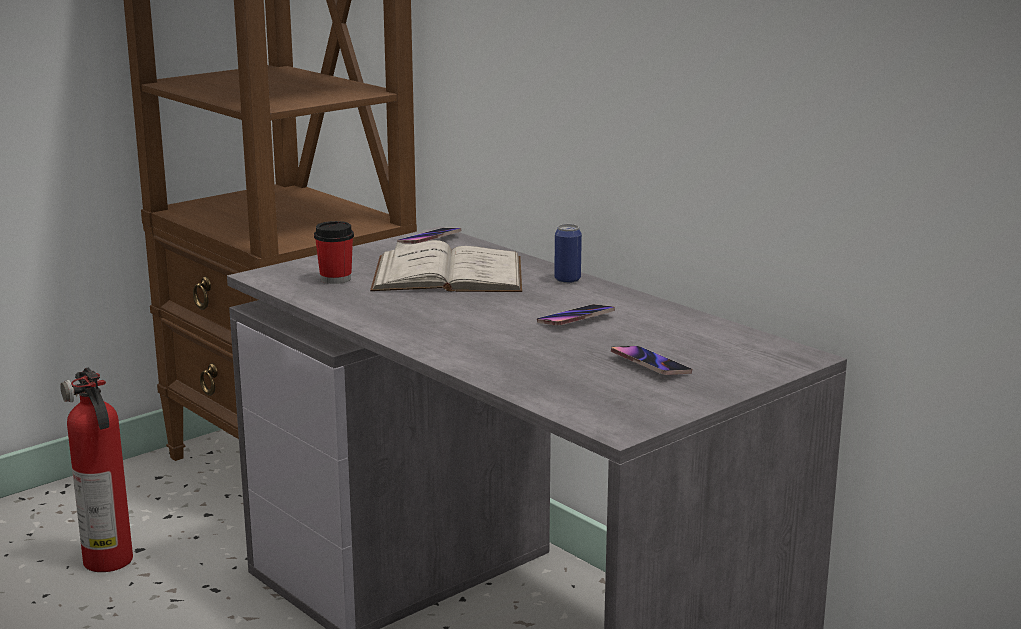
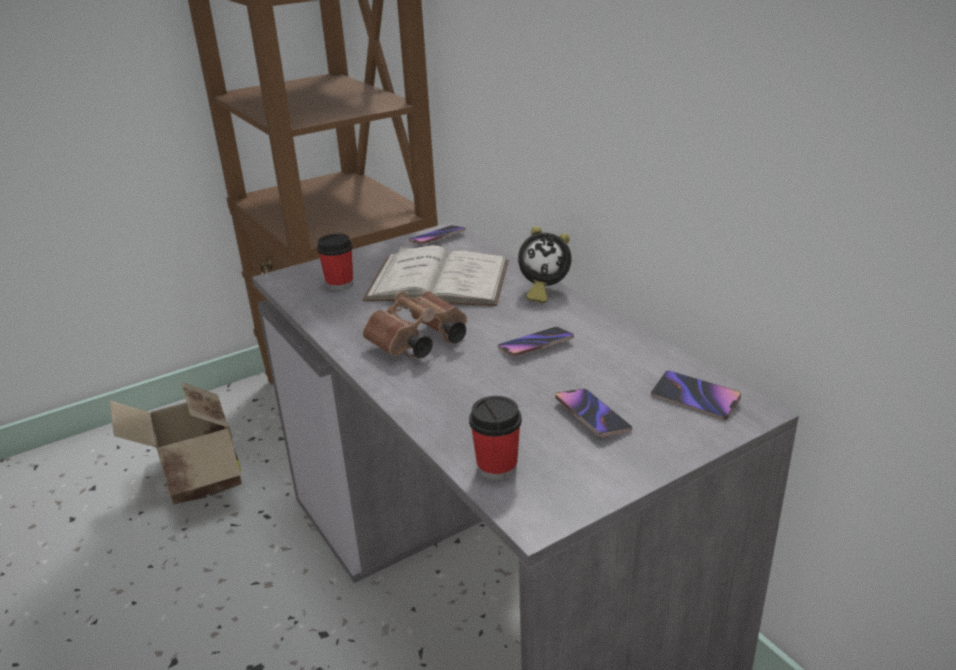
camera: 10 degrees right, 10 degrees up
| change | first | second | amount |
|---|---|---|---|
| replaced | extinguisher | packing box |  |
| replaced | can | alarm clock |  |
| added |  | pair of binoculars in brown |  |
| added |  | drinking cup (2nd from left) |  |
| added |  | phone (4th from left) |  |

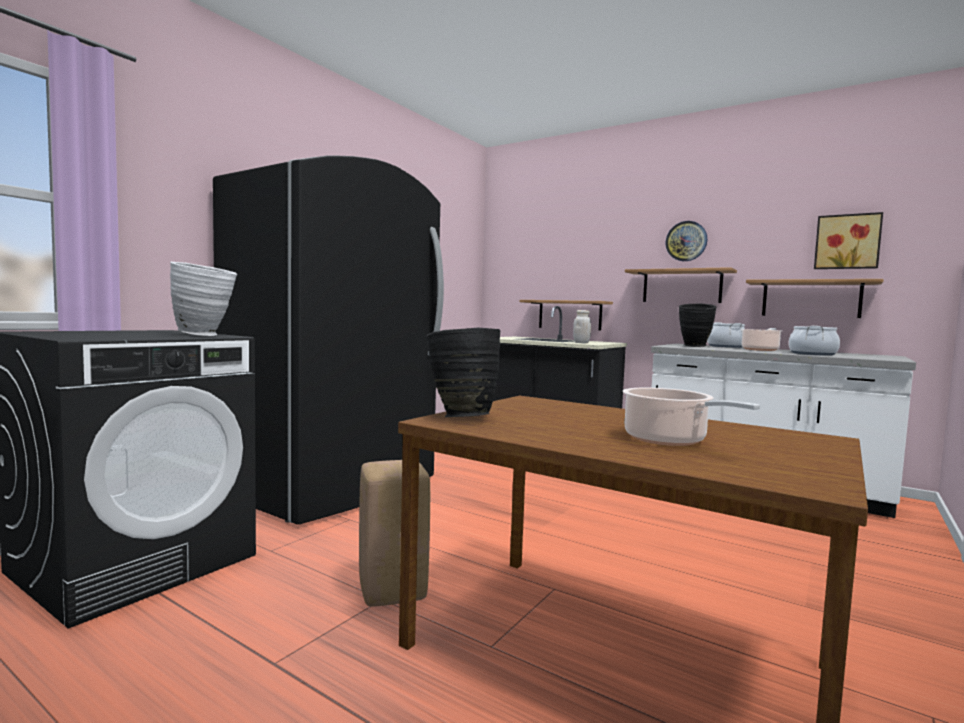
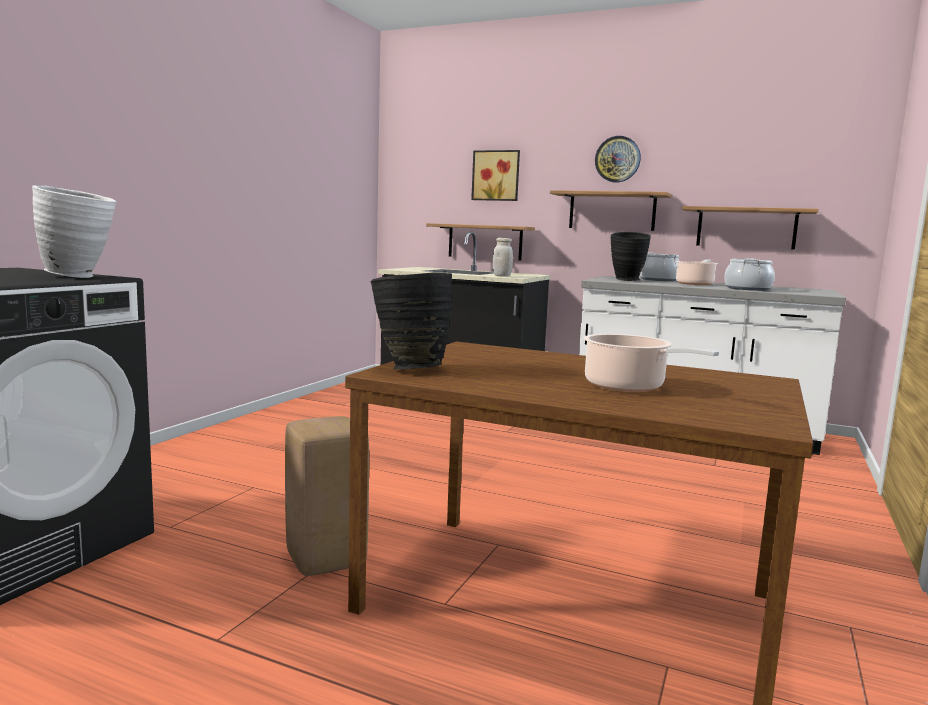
camera: 10 degrees left, 5 degrees up
| change | first | second | amount |
|---|---|---|---|
| removed | kitchen fridge in black |  |  |
| moved | picture |  |  |

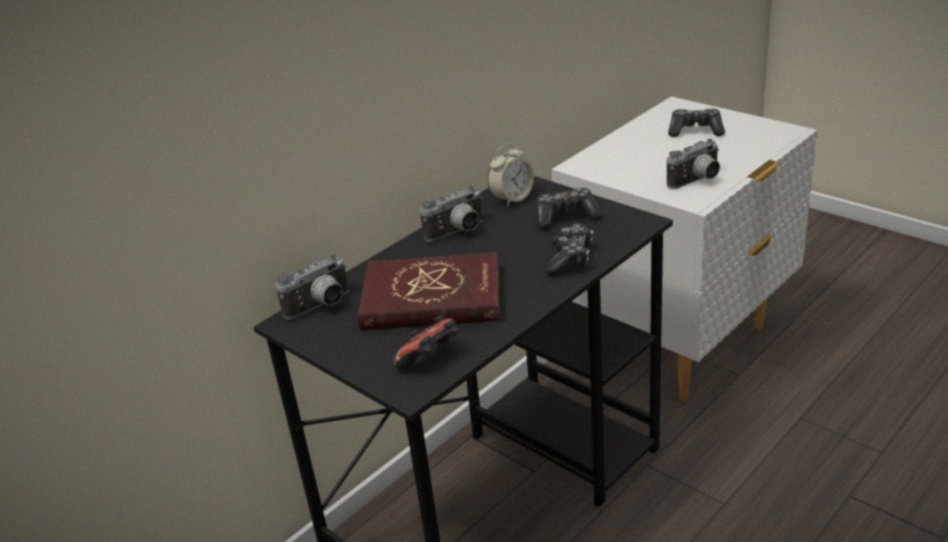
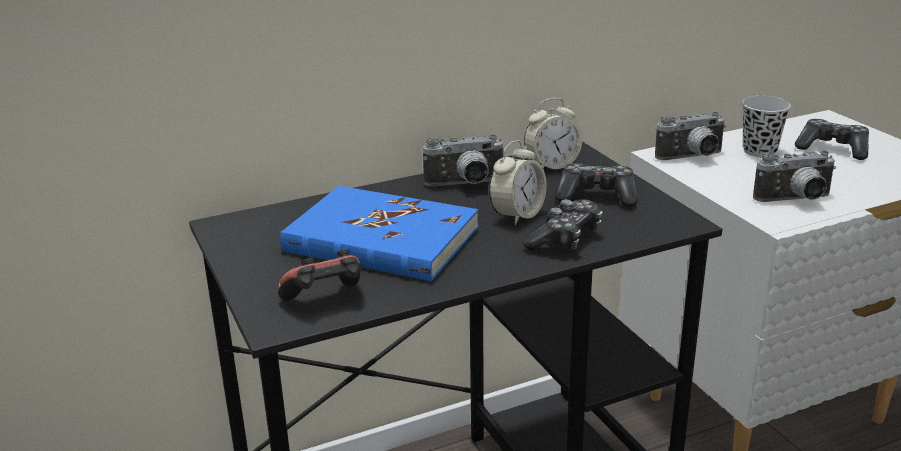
camera: 20 degrees right, 5 degrees down
| change | first | second | amount |
|---|---|---|---|
| moved | still camera (1st from left in the first image) | still camera (2nd from left) |  |
| recoloured | volume in reddish | volume in blue |  |
| added |  | alarm clock (1st from left) |  |
| added |  | drinking cup in black |  |

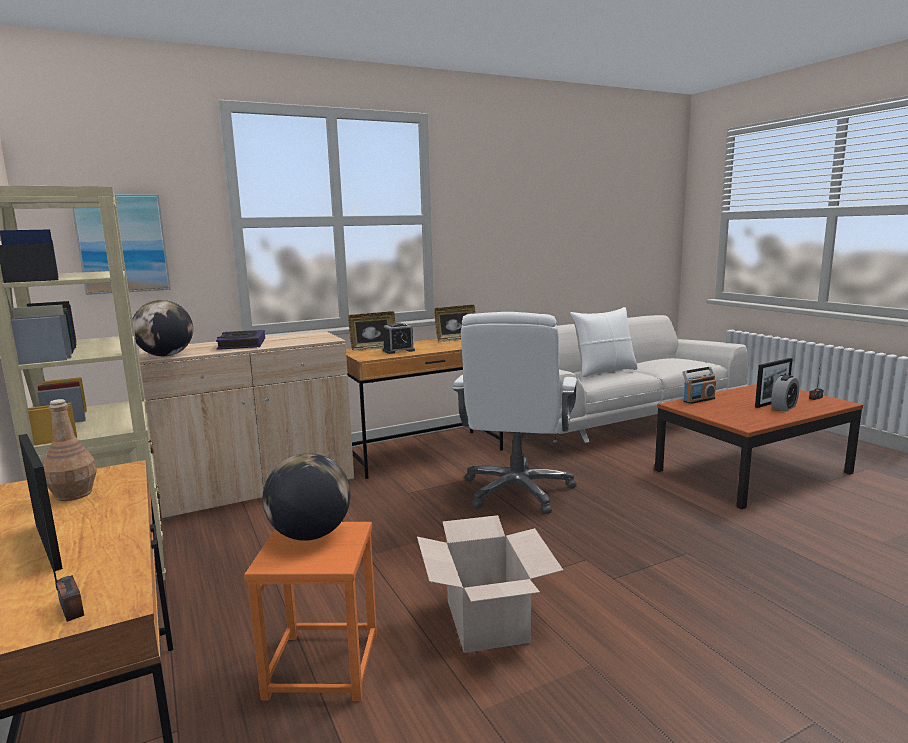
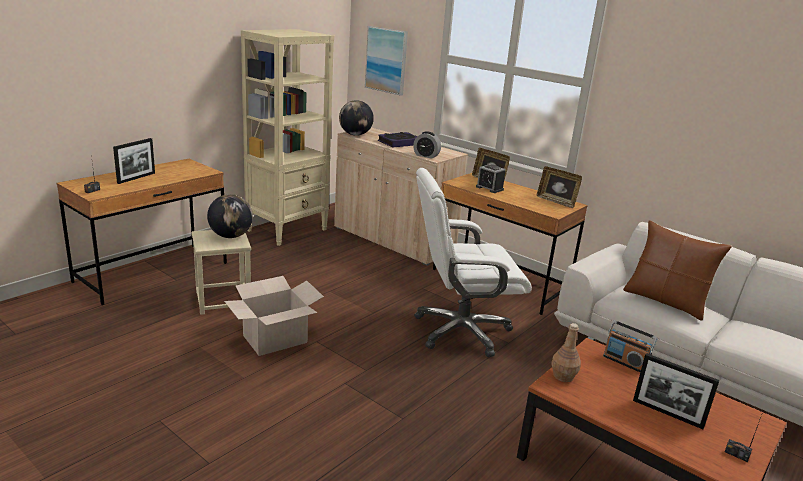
camera: 65 degrees right, 10 degrees up
| change | first | second | amount |
|---|---|---|---|
| moved | drink bottle in brown |  |  |
| recoloured | stool seat in orange-coloured | stool seat in sand-coloured |  |
| recoloured | cushion in white | cushion in brown |  |
| moved | alarm clock (2nd from left in the first image) | alarm clock (1st from left) |  |

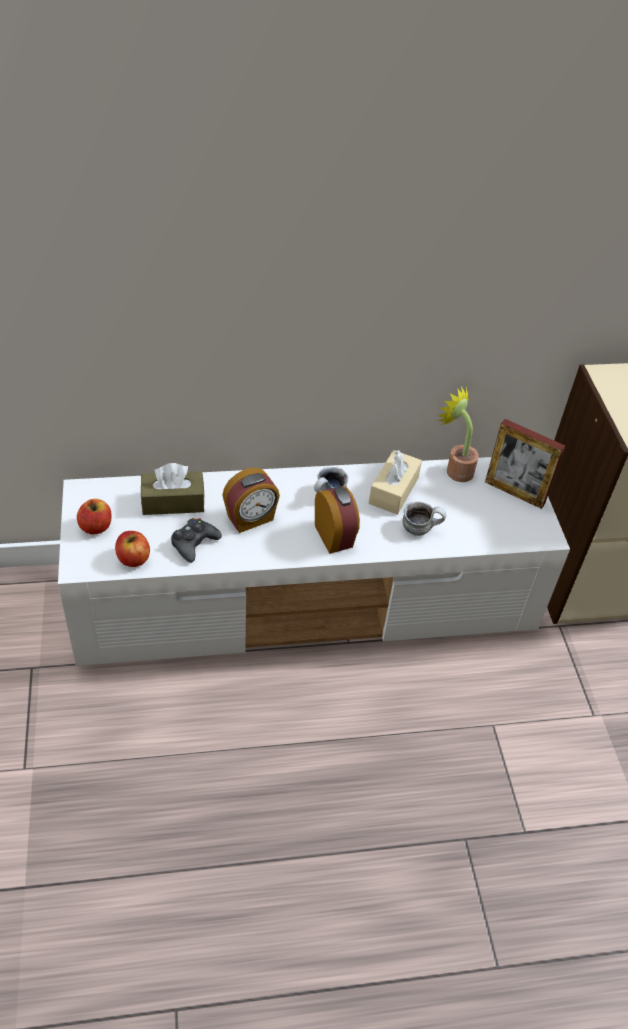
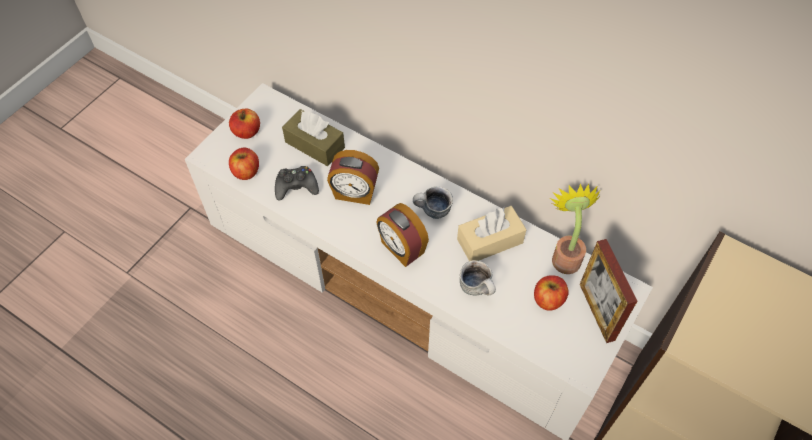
camera: 45 degrees right, 10 degrees up
| change | first | second | amount |
|---|---|---|---|
| turned | alarm clock (2nd from left) |  | 120 degrees clockwise |
| added |  | apple (3rd from left) |  |

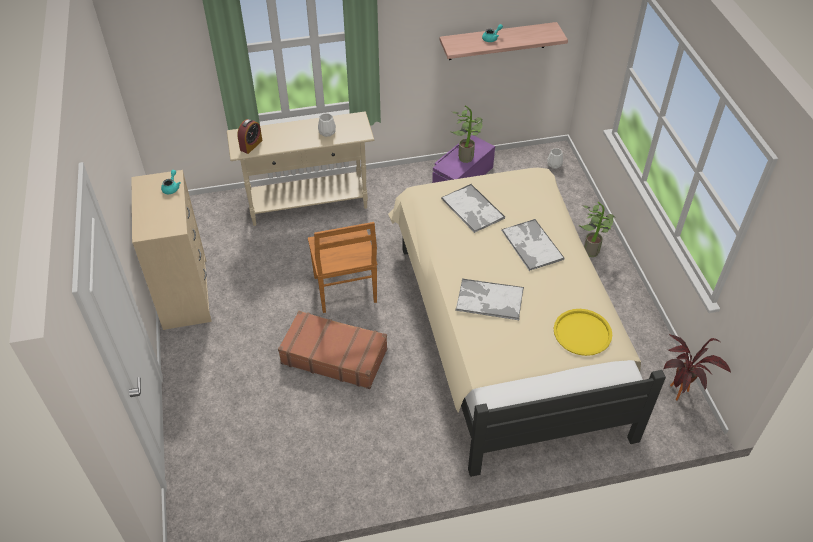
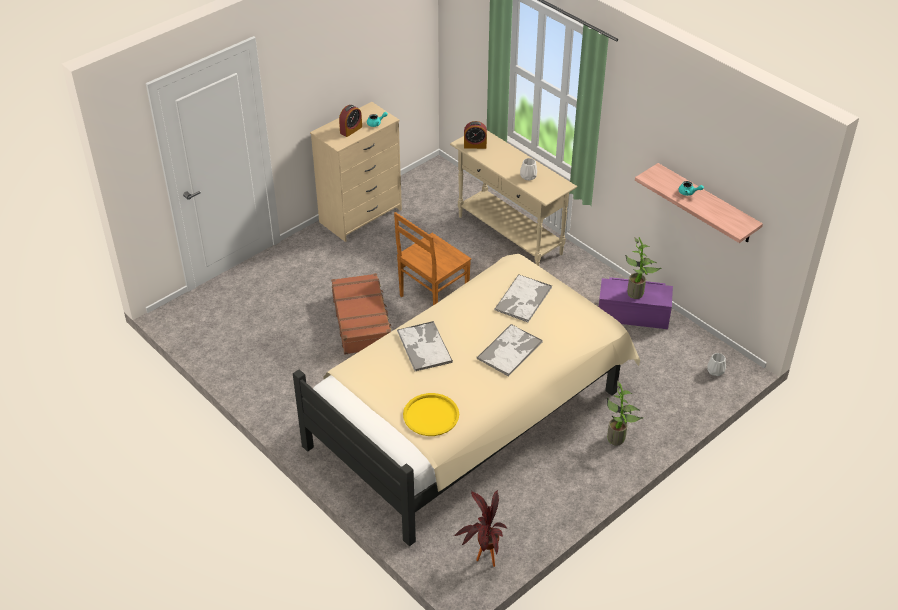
camera: 60 degrees right, 5 degrees down
| change | first | second | amount |
|---|---|---|---|
| added |  | alarm clock (1st from left) |  |

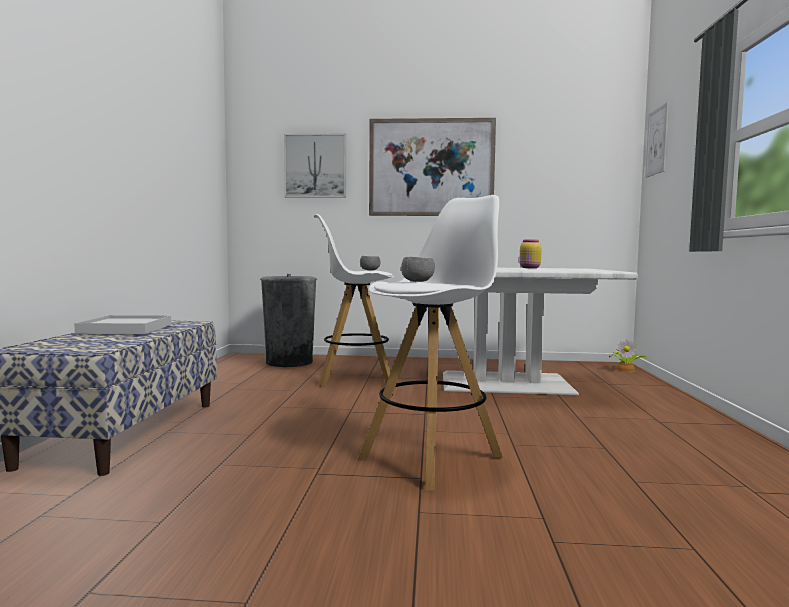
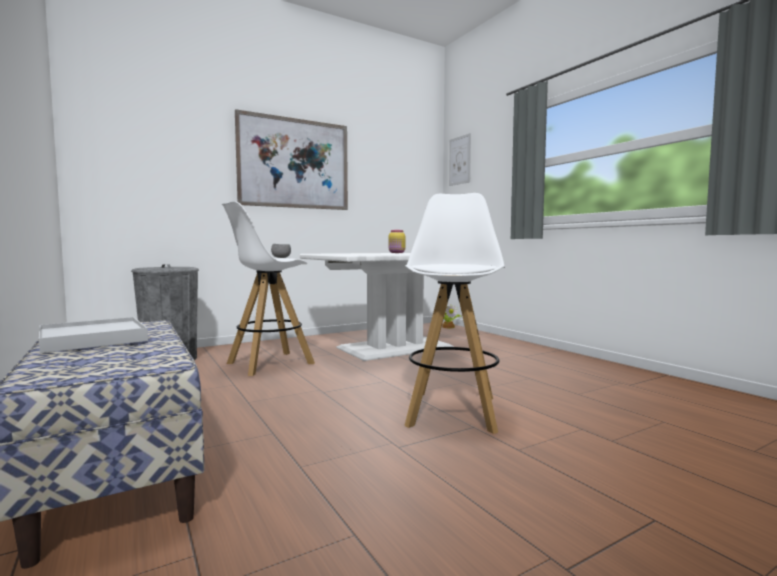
camera: 35 degrees left, 0 degrees up
| change | first | second | amount |
|---|---|---|---|
| removed | picture (1st from left) |  |  |
| removed | bowl in gray (2nd from left) |  |  |

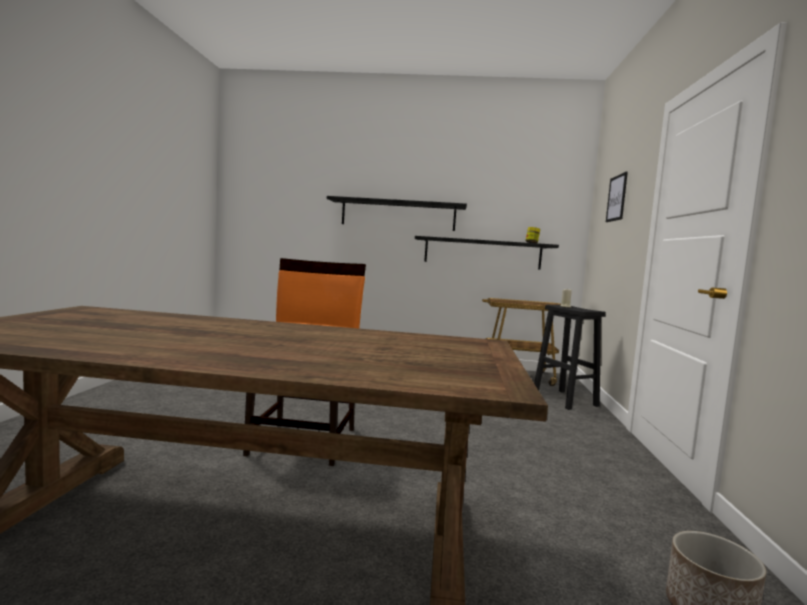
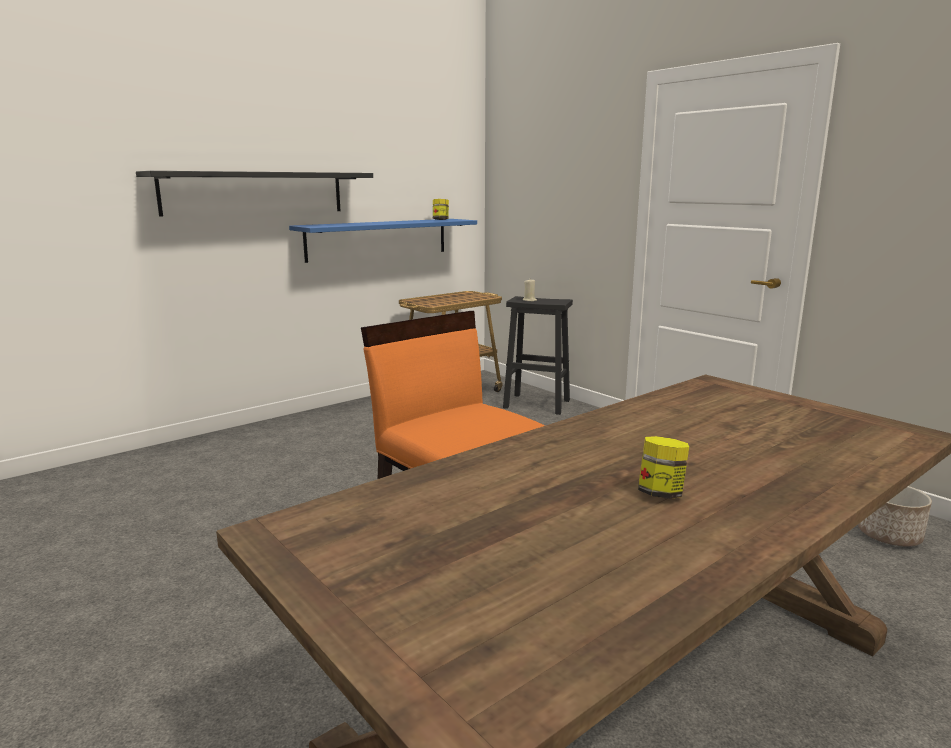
camera: 45 degrees left, 10 degrees up
| change | first | second | amount |
|---|---|---|---|
| recoloured | bracket shelf in black (2nd from left) | bracket shelf in blue |  |
| removed | picture |  |  |
| added |  | storage jar (2nd from left) |  |

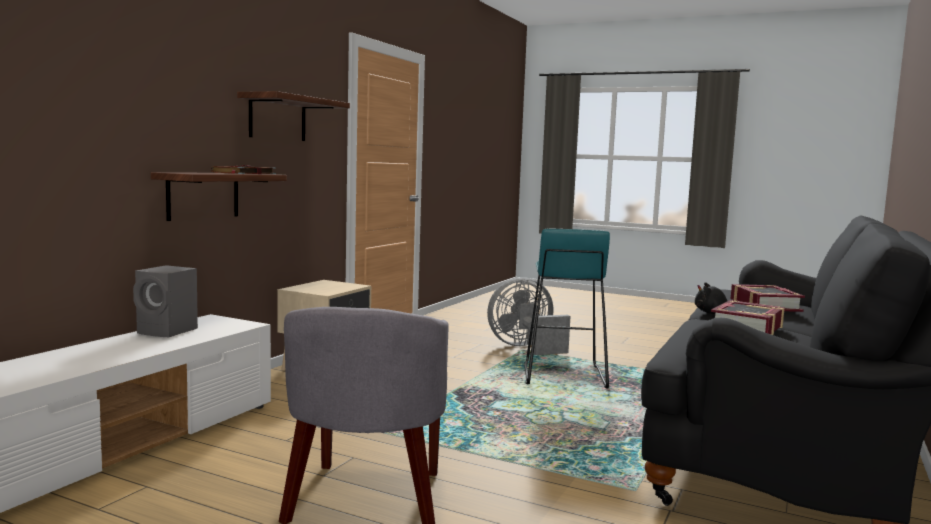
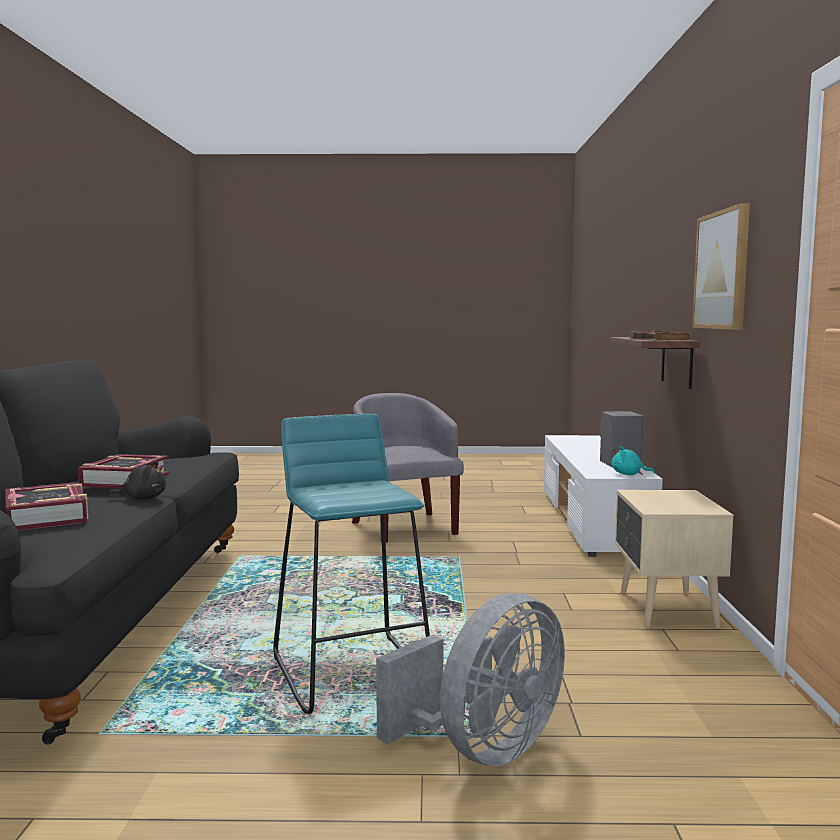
camera: 155 degrees right, 0 degrees up
| change | first | second | amount |
|---|---|---|---|
| replaced | bracket shelf (2nd from left) | picture |  |
| added |  | cuddly toy in turquoise-coloured |  |

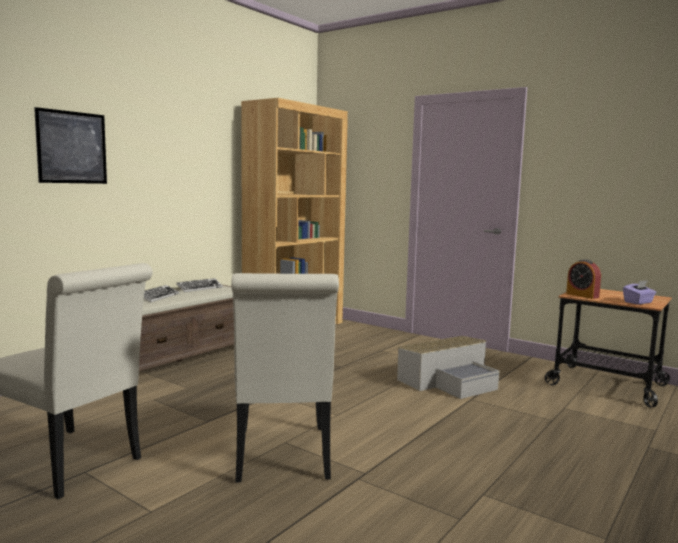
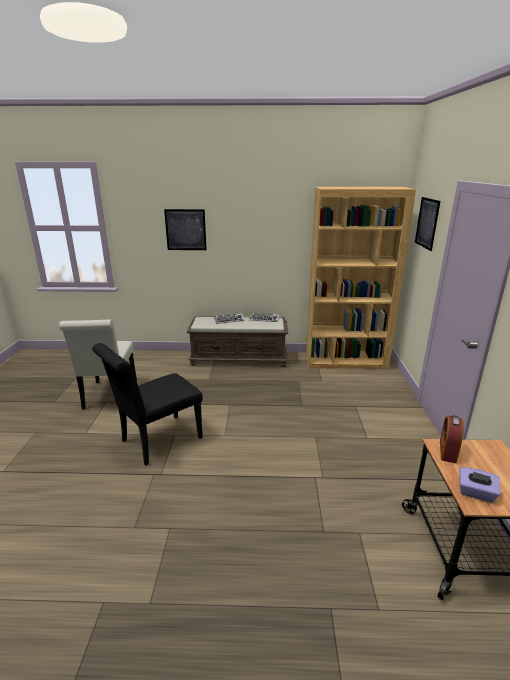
camera: 55 degrees right, 15 degrees up
| change | first | second | amount |
|---|---|---|---|
| recoloured | plain chair in white (2nd from left) | plain chair in black |  |
| removed | storage bin in gray |  |  |
| added |  | picture (2nd from left) |  |

